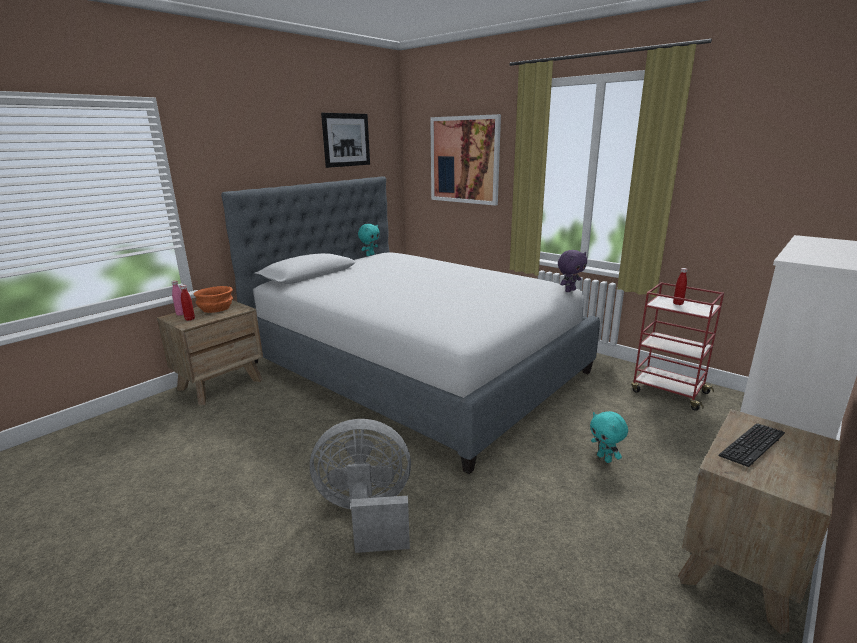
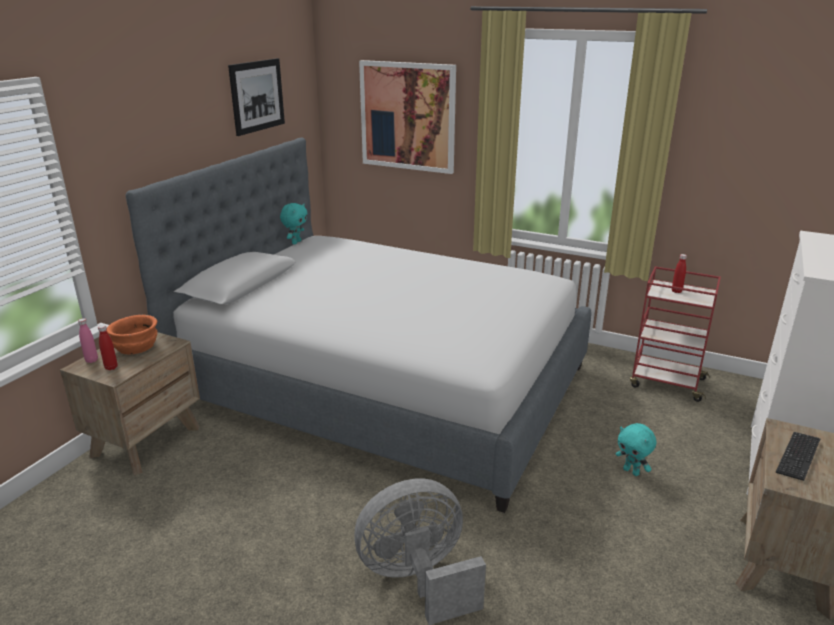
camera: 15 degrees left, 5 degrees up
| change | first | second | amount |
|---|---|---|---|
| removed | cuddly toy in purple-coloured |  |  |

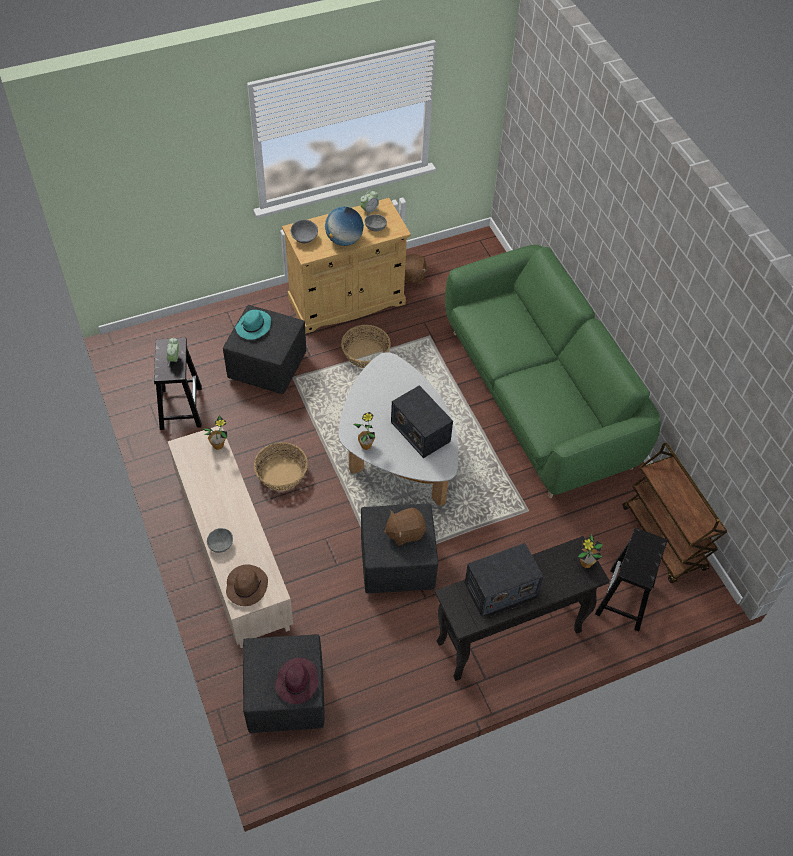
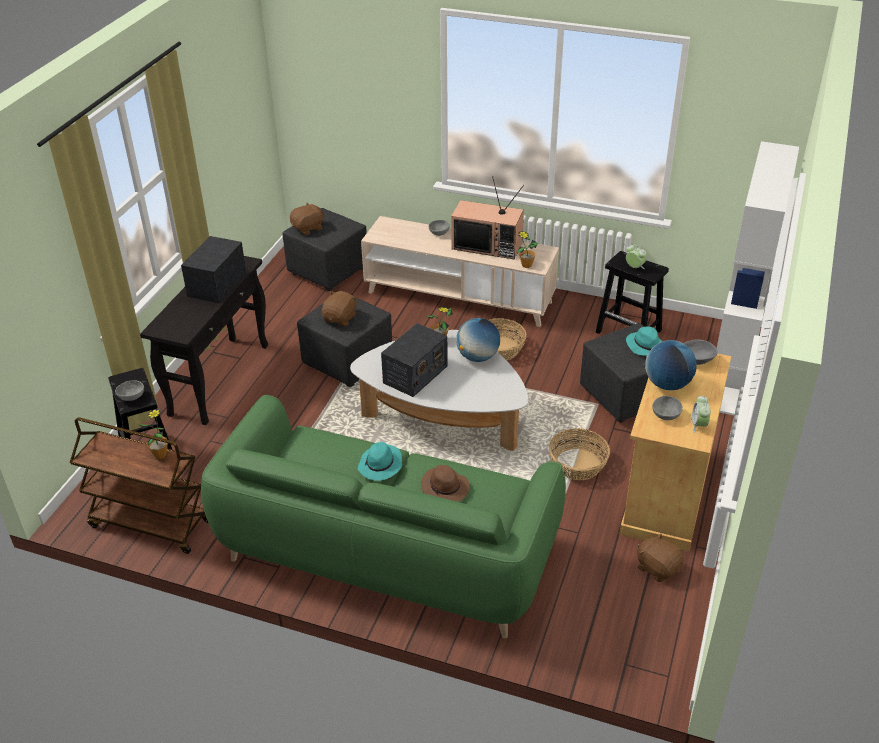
camera: 135 degrees right, 15 degrees down
| change | first | second | amount |
|---|---|---|---|
| moved | hat in brown |  |  |
| replaced | hat in purple-coloured | cuddly toy in brown (1st from left) |  |
| turned | radio receiver (1st from left in the first image) | radio receiver (2nd from left) | 120 degrees clockwise |
| moved | potted plant (3rd from left in the first image) | potted plant (1st from left) |  |
| added |  | bowl in gray (1st from left) |  |
| added |  | hat in turquoise-coloured (1st from left) |  |
| added |  | TV |  |
| added |  | world globe (1st from left) |  |
| added |  | shelving unit in white |  |

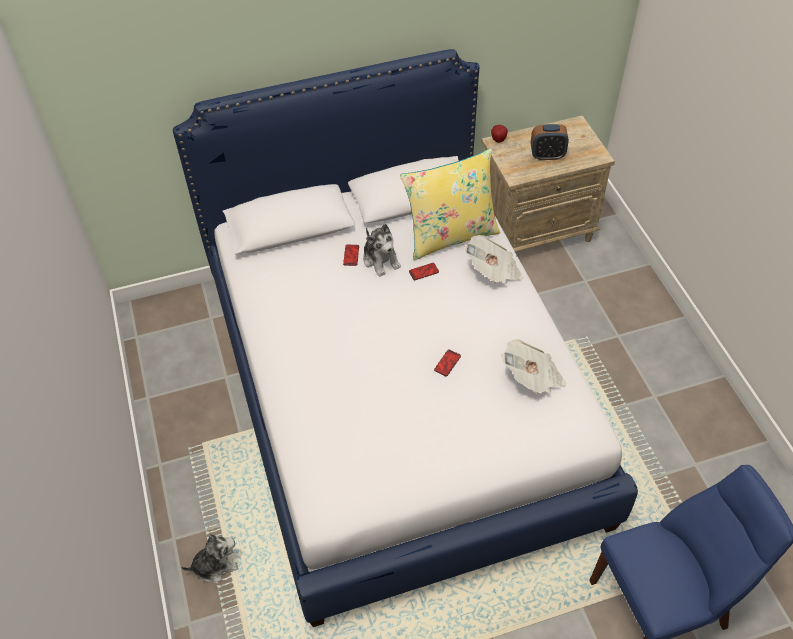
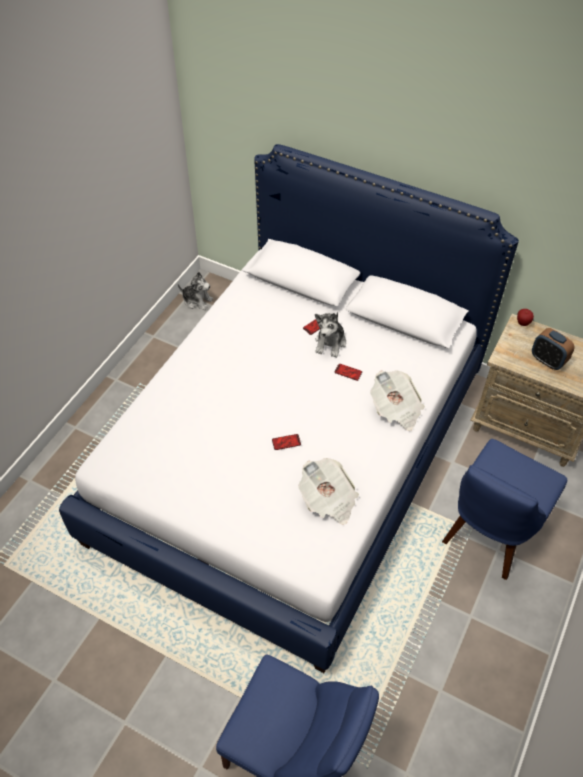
camera: 45 degrees right, 0 degrees up
| change | first | second | amount |
|---|---|---|---|
| moved | cuddly toy (1st from left) |  |  |
| removed | cushion in yellow |  |  |
| added |  | plain chair in blue (2nd from left) |  |

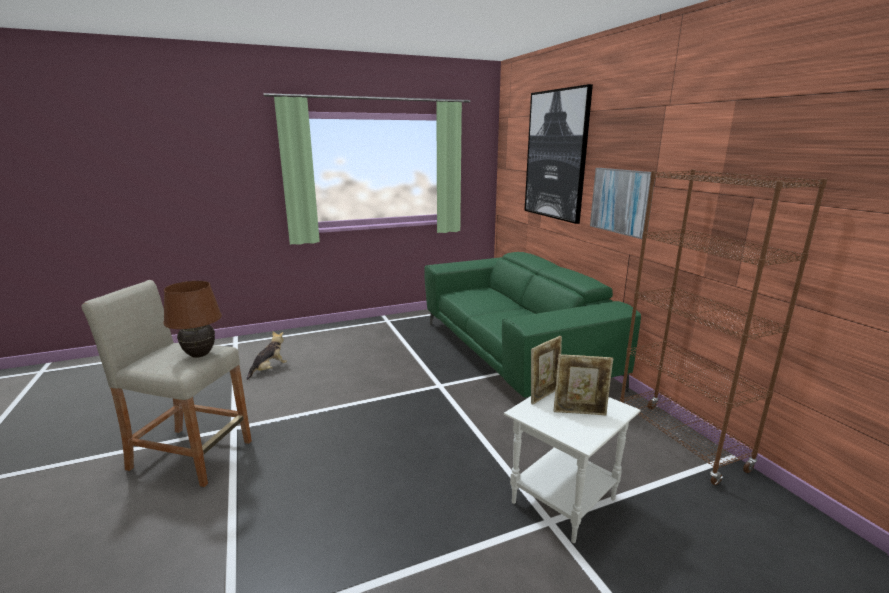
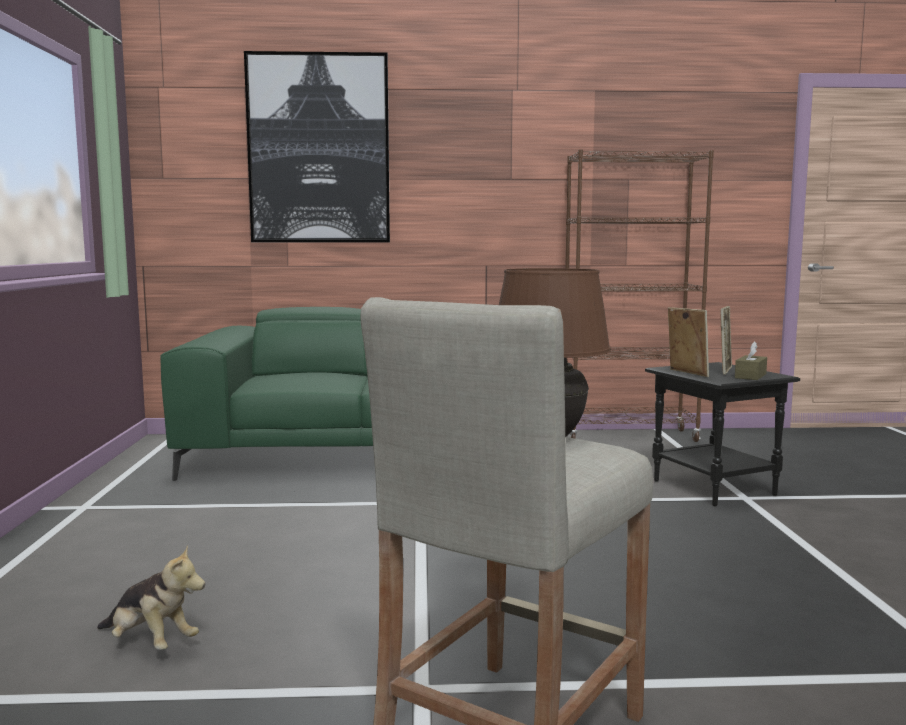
camera: 70 degrees left, 10 degrees down
| change | first | second | amount |
|---|---|---|---|
| turned | cuddly toy |  | 150 degrees clockwise |
| recoloured | side table in white | side table in black |  |
| removed | picture (2nd from left) |  |  |
| added |  | tissue holder in brown |  |

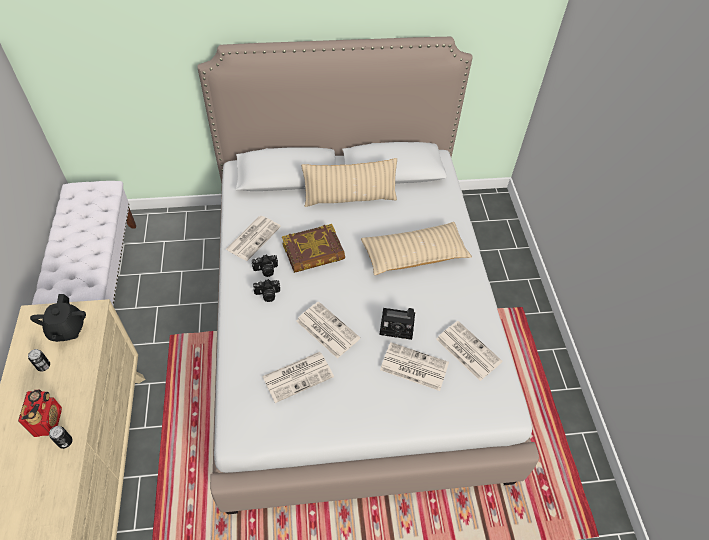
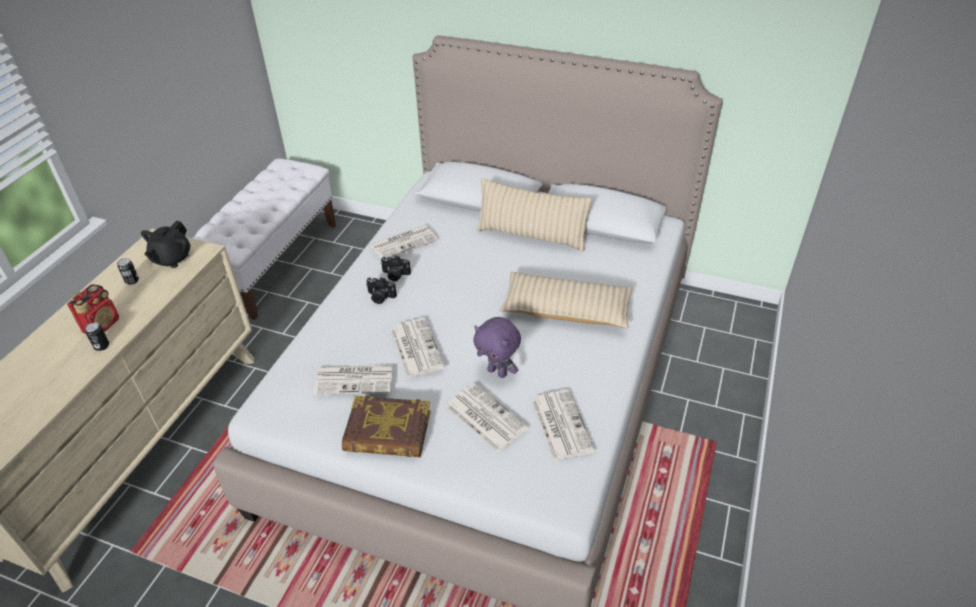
camera: 30 degrees right, 10 degrees down
| change | first | second | amount |
|---|---|---|---|
| moved | volume |  |  |
| replaced | still camera (3rd from left) | cuddly toy in purple-coloured |  |

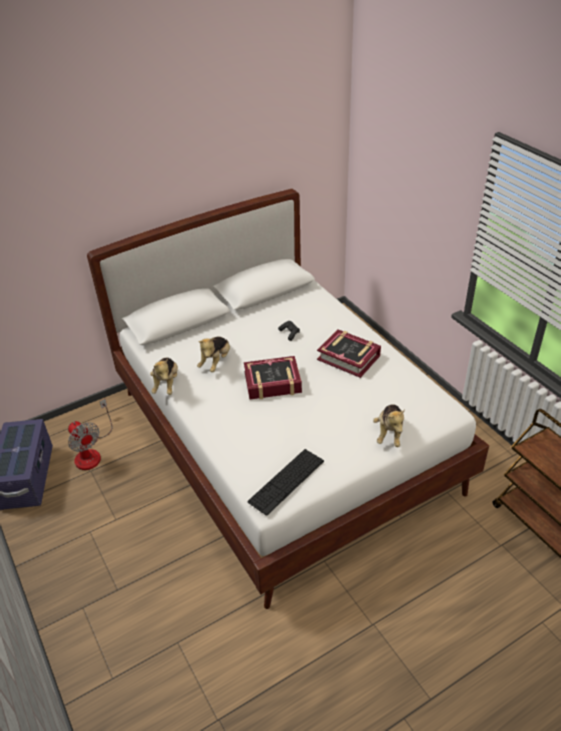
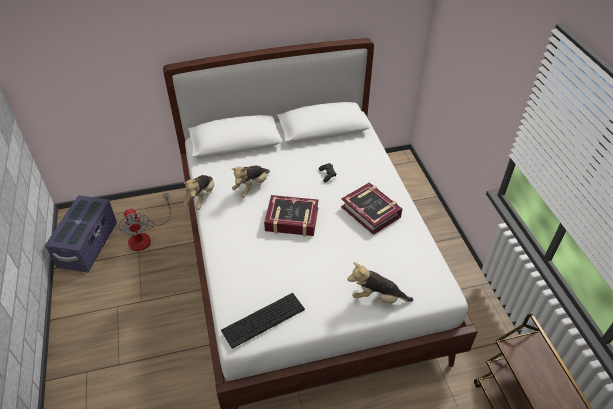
camera: 15 degrees right, 5 degrees up
| change | first | second | amount |
|---|---|---|---|
| turned | cuddly toy (3rd from left) |  | 75 degrees clockwise |

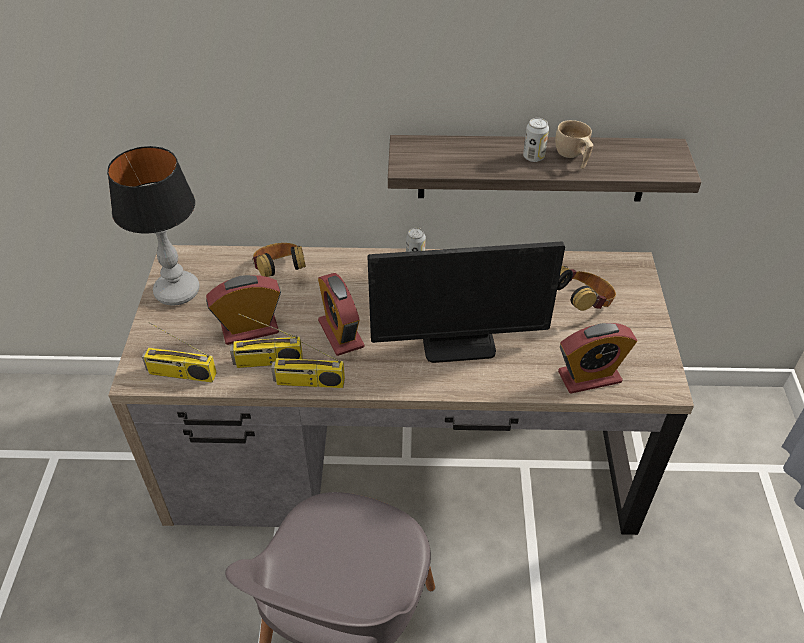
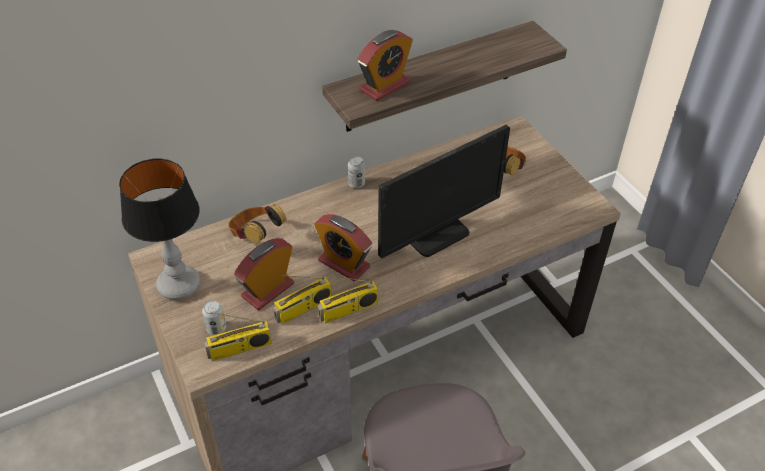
camera: 30 degrees left, 0 degrees up
| change | first | second | amount |
|---|---|---|---|
| moved | can (2nd from left in the first image) | can (1st from left) |  |
| removed | drinking cup in sand-coloured |  |  |
| moved | alarm clock (3rd from left) |  |  |

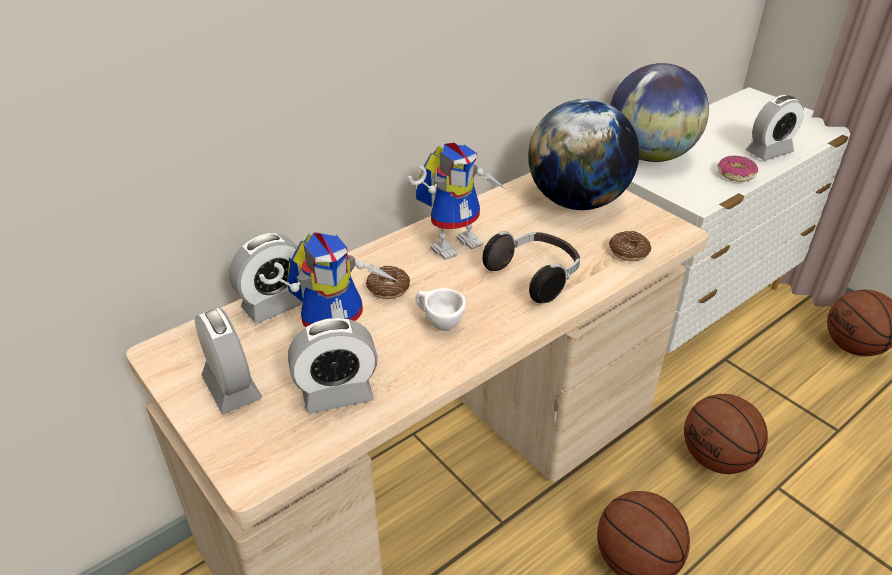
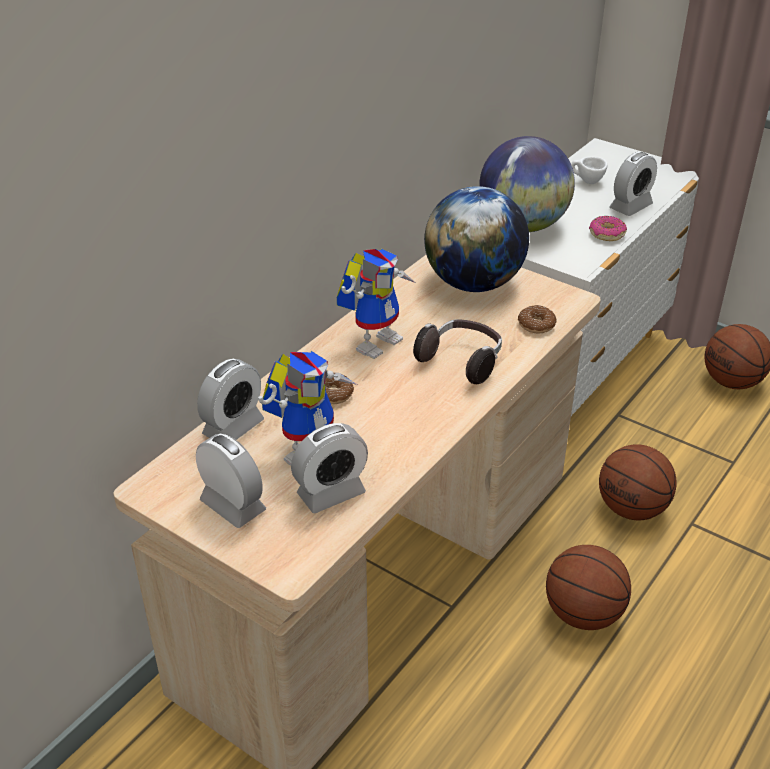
camera: 15 degrees left, 0 degrees up
| change | first | second | amount |
|---|---|---|---|
| moved | drinking cup in white |  |  |

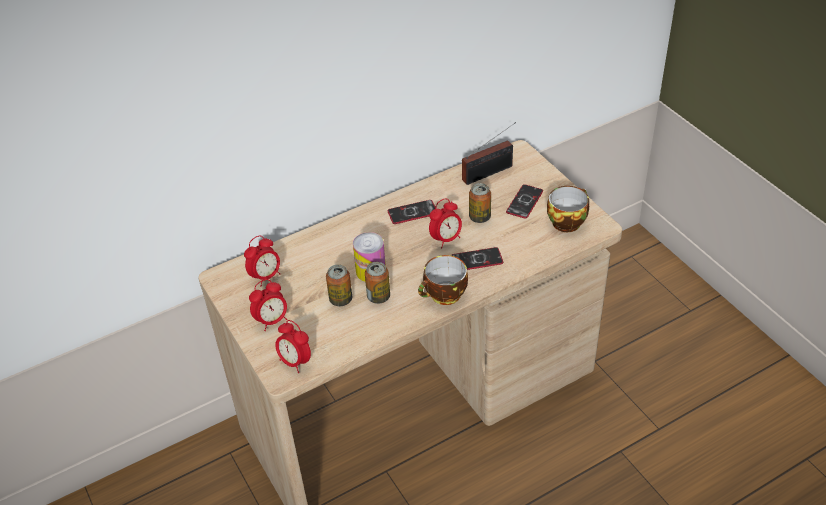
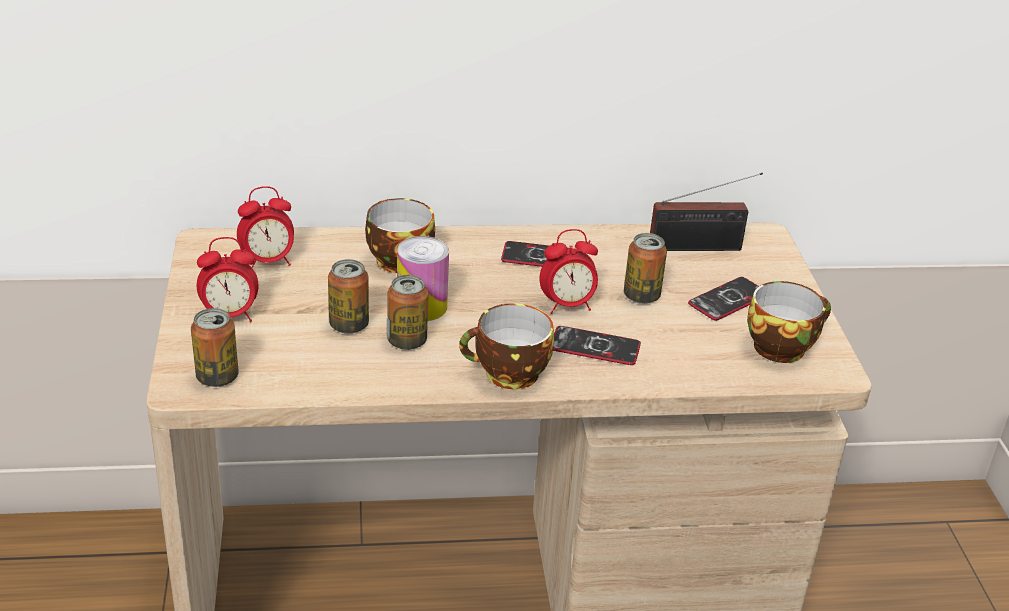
camera: 20 degrees right, 10 degrees down
| change | first | second | amount |
|---|---|---|---|
| replaced | alarm clock (3rd from left) | can (1st from left) |  |
| added |  | drinking cup (1st from left) |  |

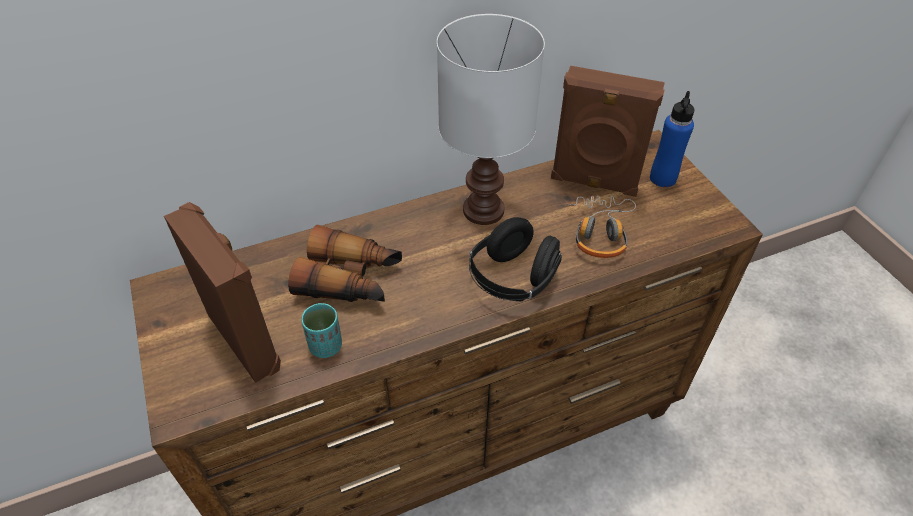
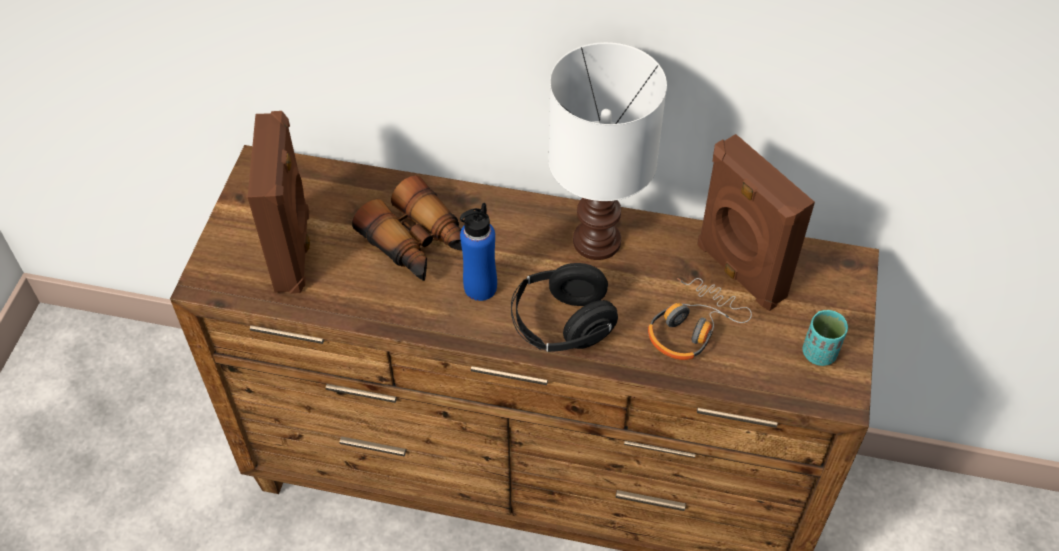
camera: 35 degrees right, 5 degrees up
| change | first | second | amount |
|---|---|---|---|
| moved | drinking cup in turquoise-coloured |  |  |
| moved | drink bottle in blue |  |  |

